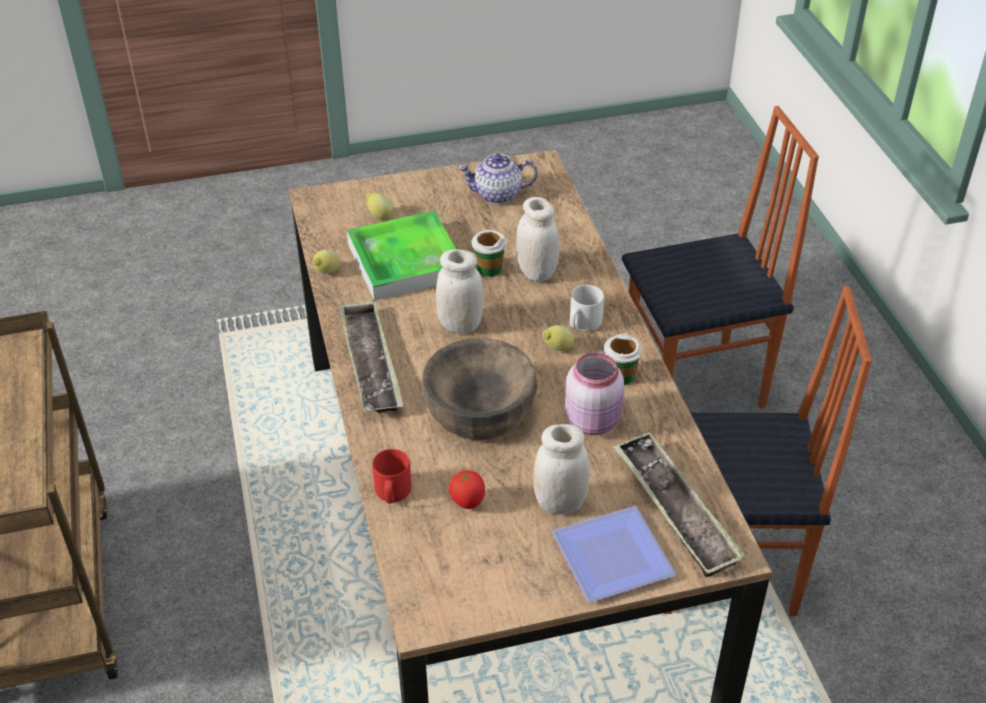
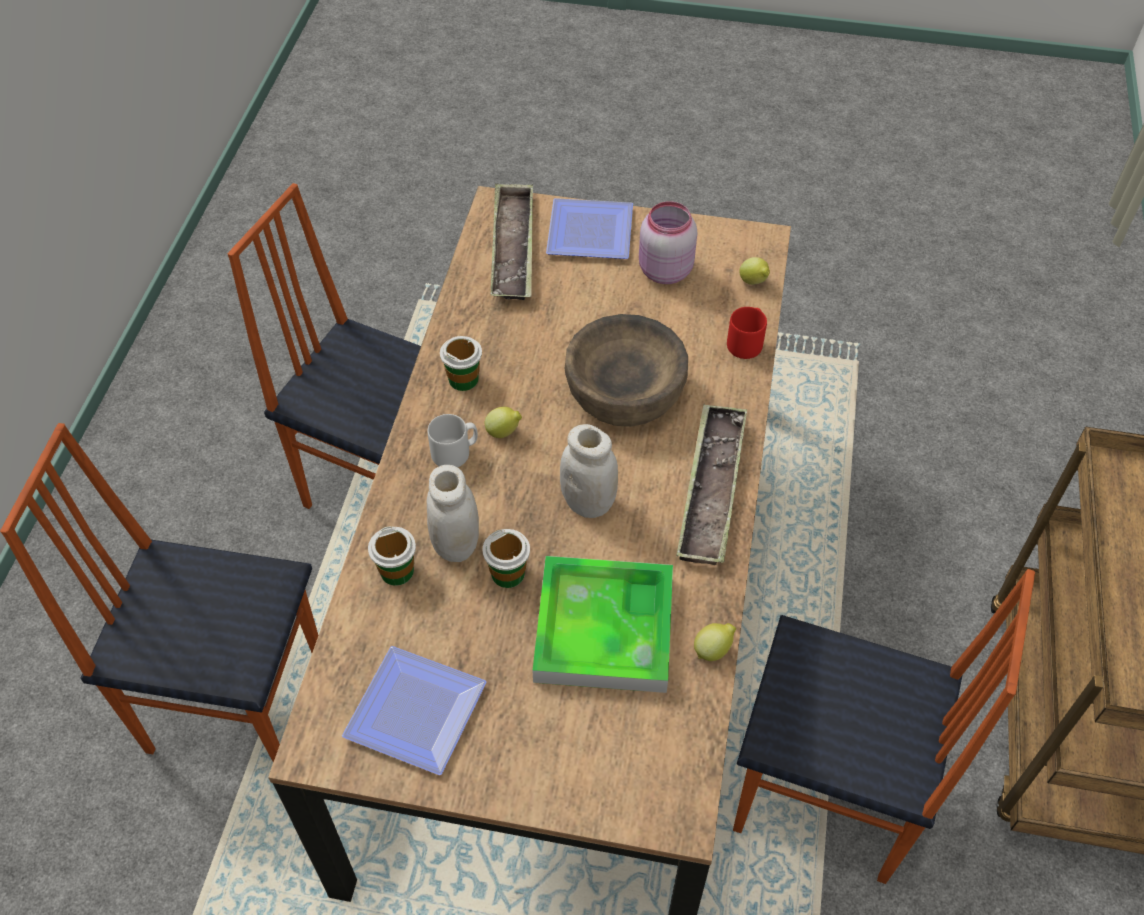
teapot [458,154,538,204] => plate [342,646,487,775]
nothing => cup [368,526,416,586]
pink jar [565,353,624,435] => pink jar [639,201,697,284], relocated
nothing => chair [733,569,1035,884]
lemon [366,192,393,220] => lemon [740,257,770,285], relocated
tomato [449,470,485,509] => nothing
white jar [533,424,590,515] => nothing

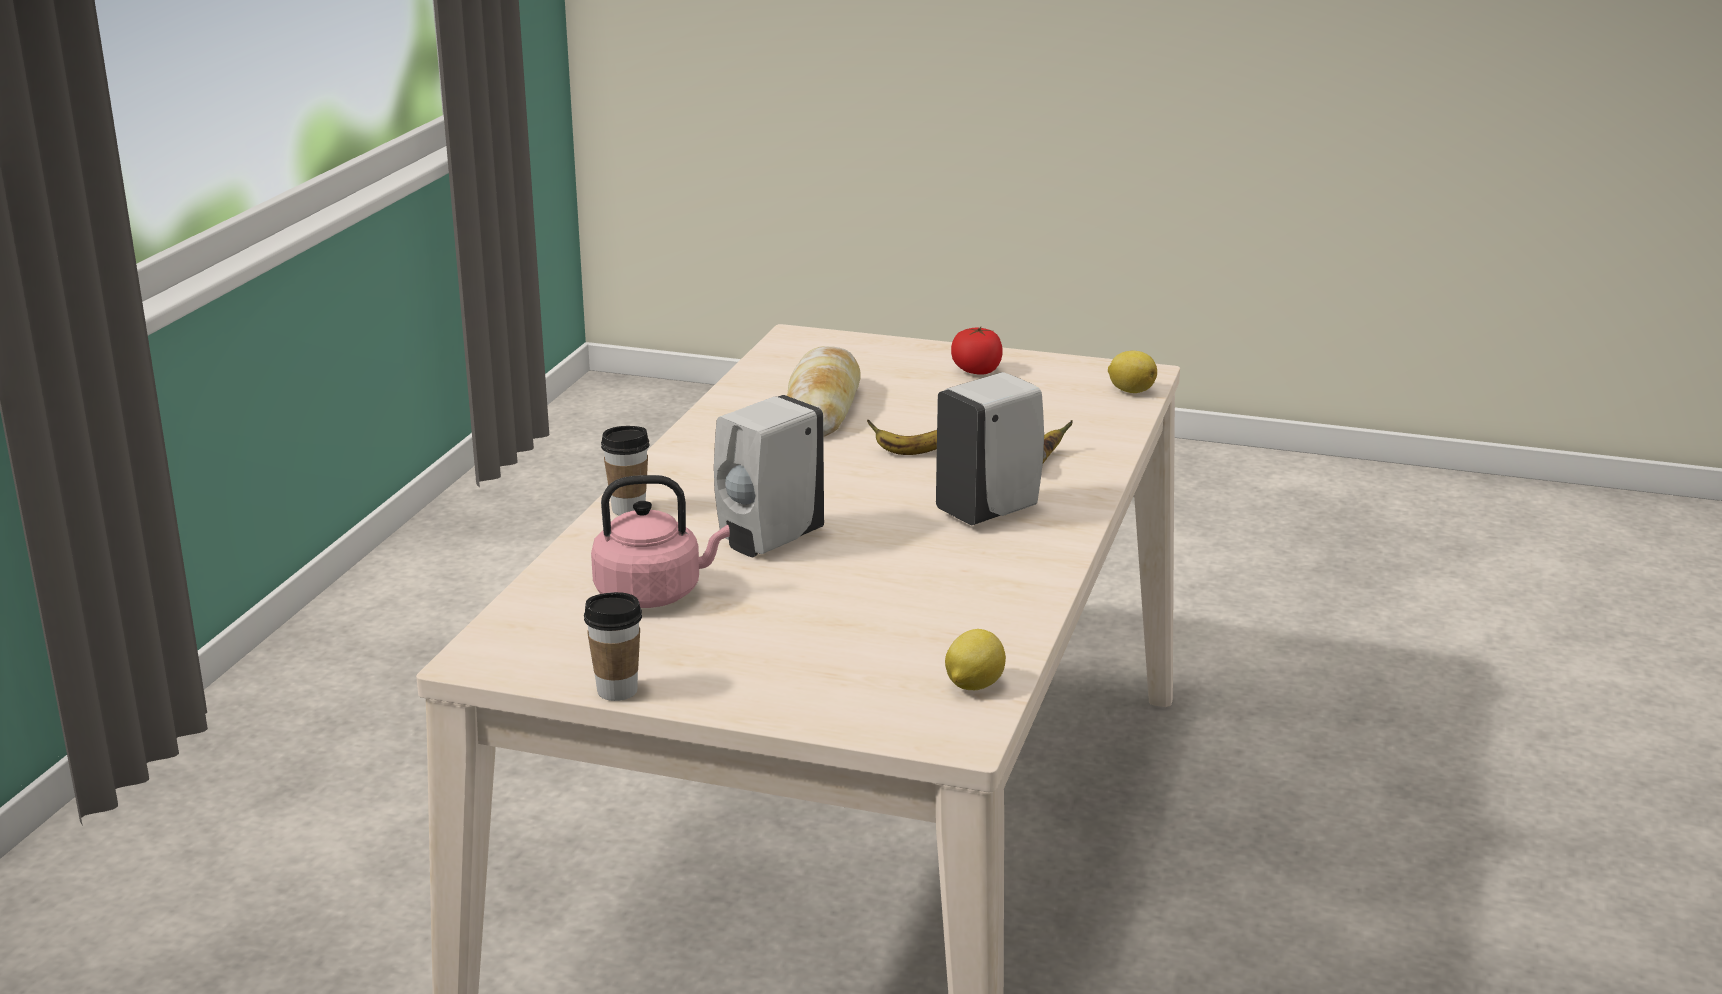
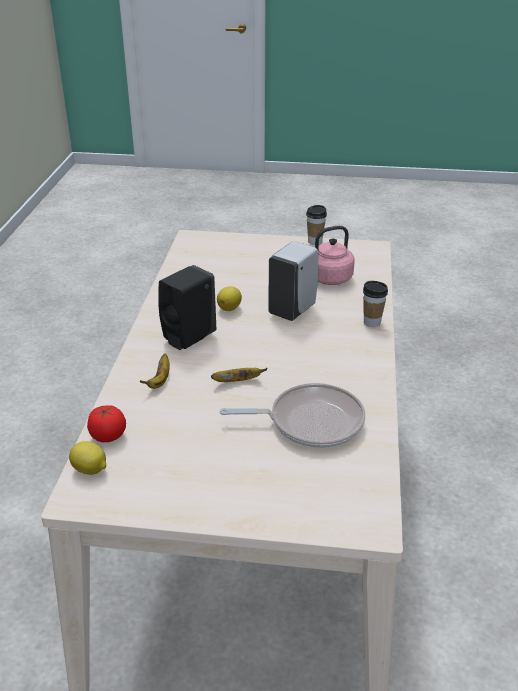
tomato [951,327,1003,375] => tomato [87,405,126,442], relocated
white soap dispenser [936,372,1044,525] => black soap dispenser [158,265,216,350]
lemon [945,629,1006,690] => lemon [217,286,242,311], relocated
bread [787,346,861,437] => frying pan [220,383,365,448]

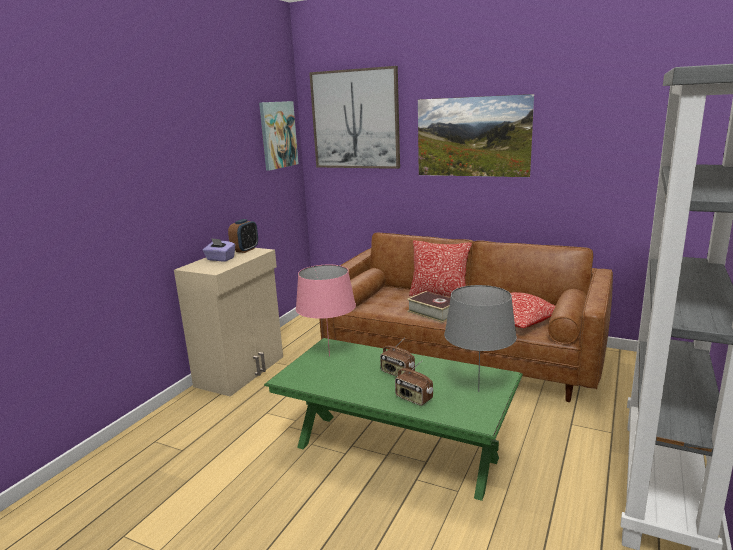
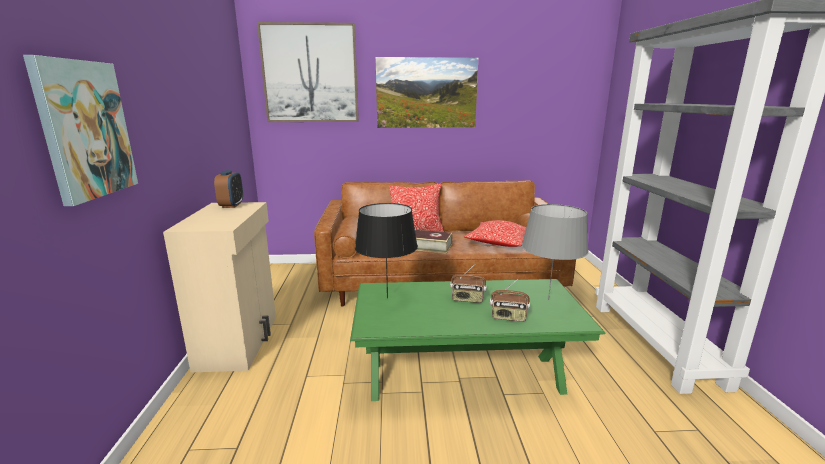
picture [259,101,299,171] => picture [23,55,138,206], relocated
pink table lamp [296,265,356,356] => black table lamp [355,203,418,298]
purple tissue box [203,238,235,262] => nothing

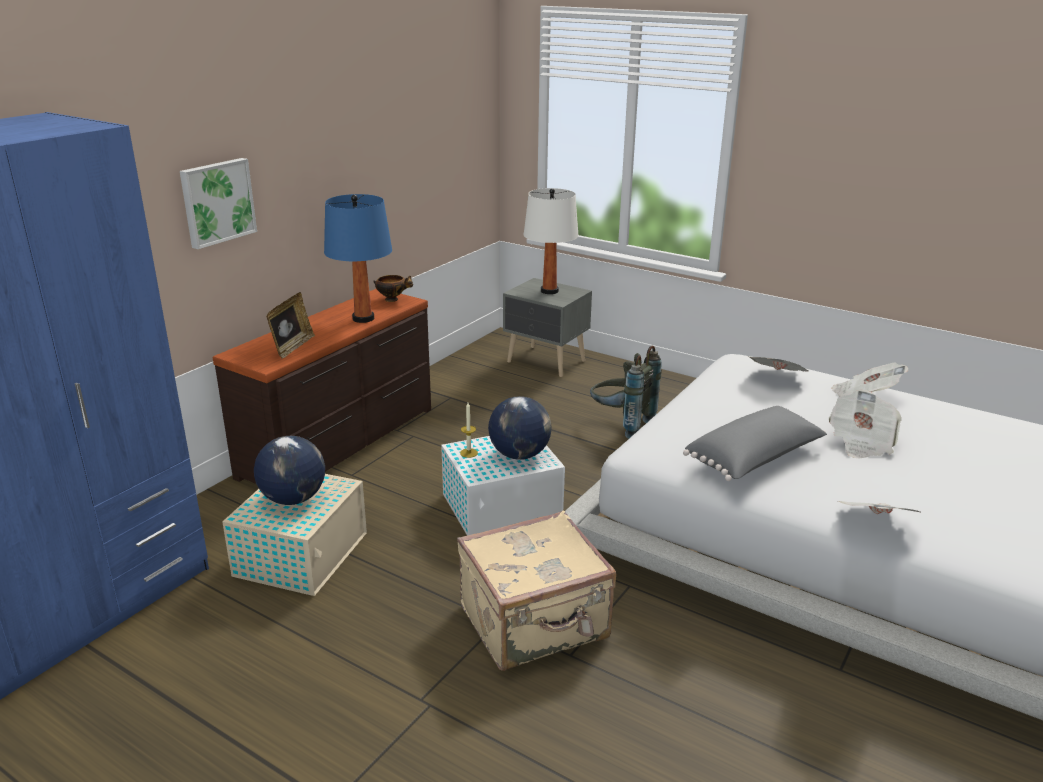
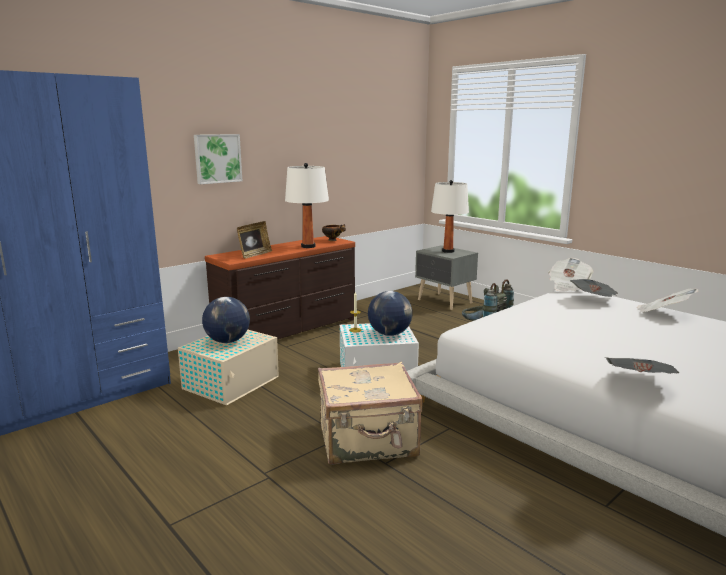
blue table lamp [324,194,392,323] => white table lamp [285,163,329,248]
newspaper [829,390,902,458] => newspaper [548,258,594,292], relocated
grey pillow [683,406,827,481] => nothing

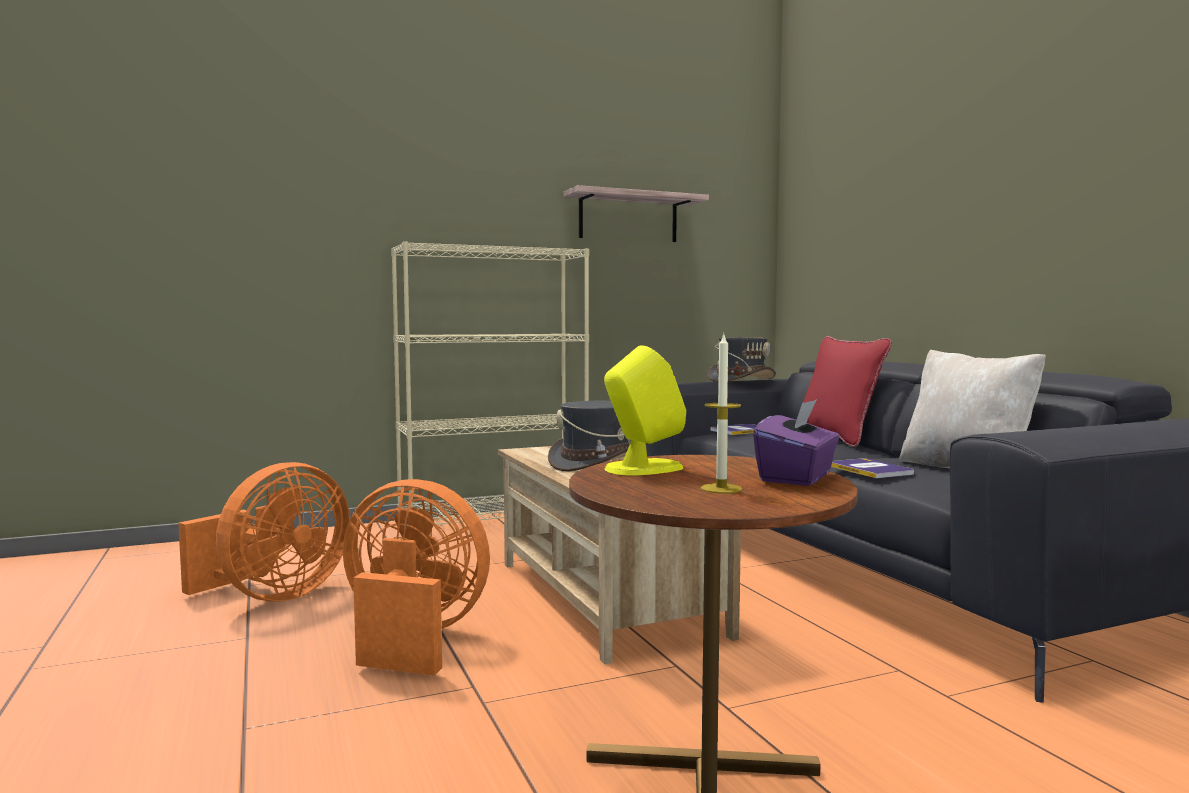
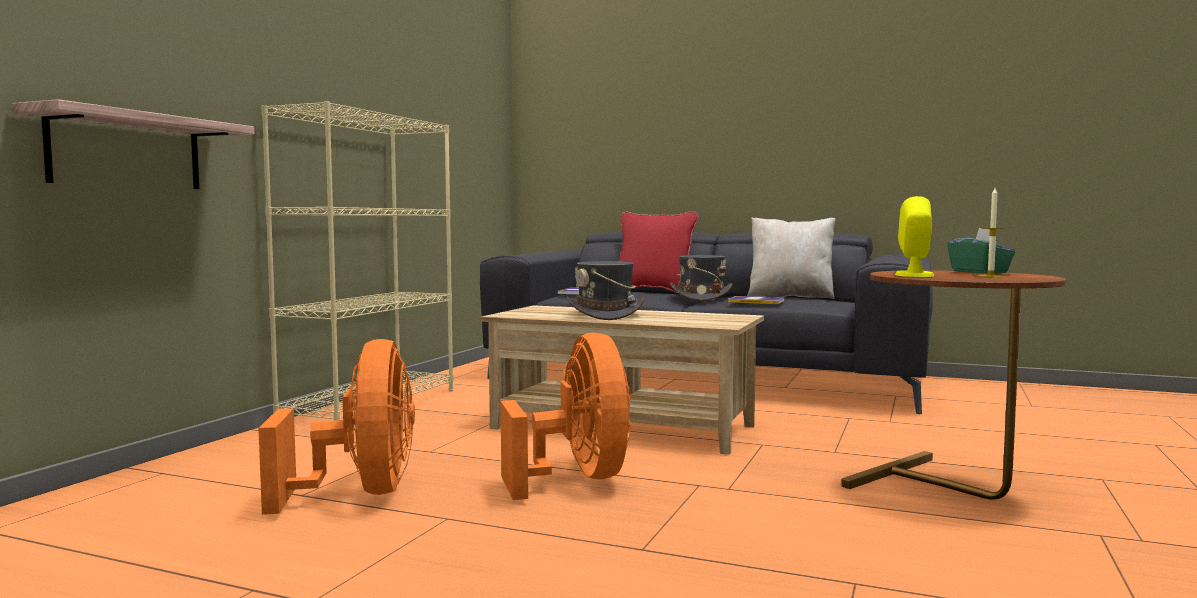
shelf [563,185,709,242] => shelf [12,99,255,189], relocated
orange fan [343,479,490,675] => orange fan [501,333,631,500], 105 degrees clockwise
grey hat [708,338,776,382] => grey hat [670,255,733,301], relocated
purple tissue box [753,399,840,486] => green tissue box [947,228,1015,274]

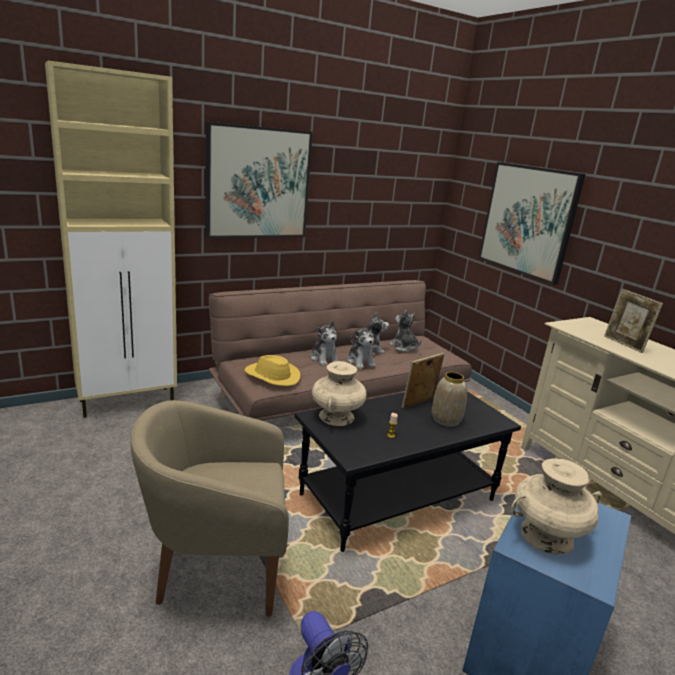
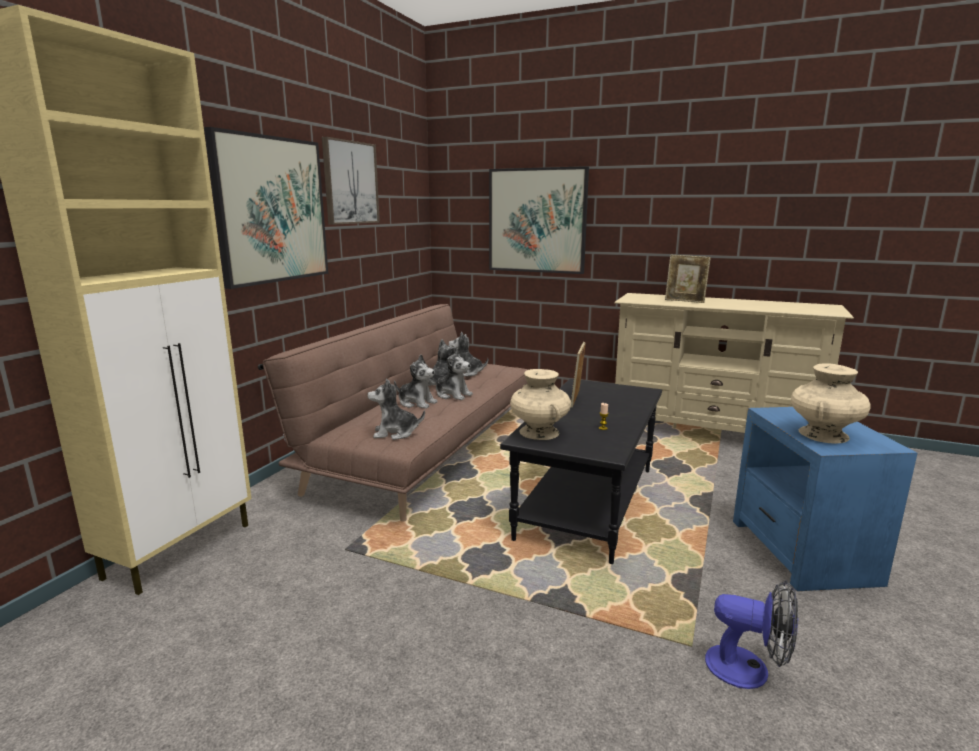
nothing => picture [322,137,380,225]
yellow hat [245,355,300,386] => plush toy [367,379,425,440]
beige armchair [131,400,289,617] => nothing
vase [432,372,467,427] => nothing

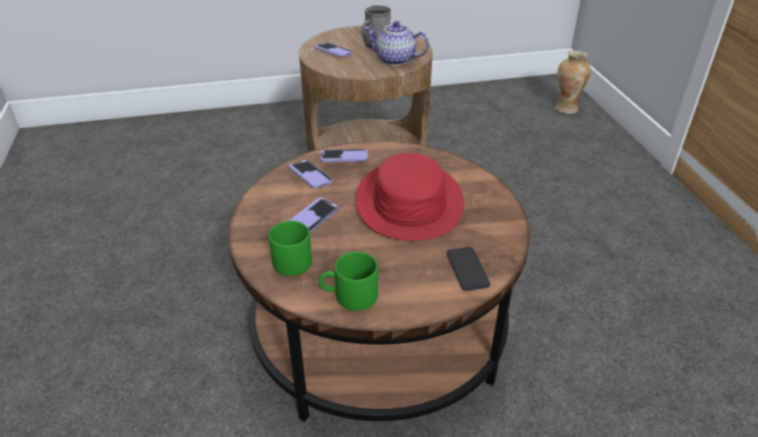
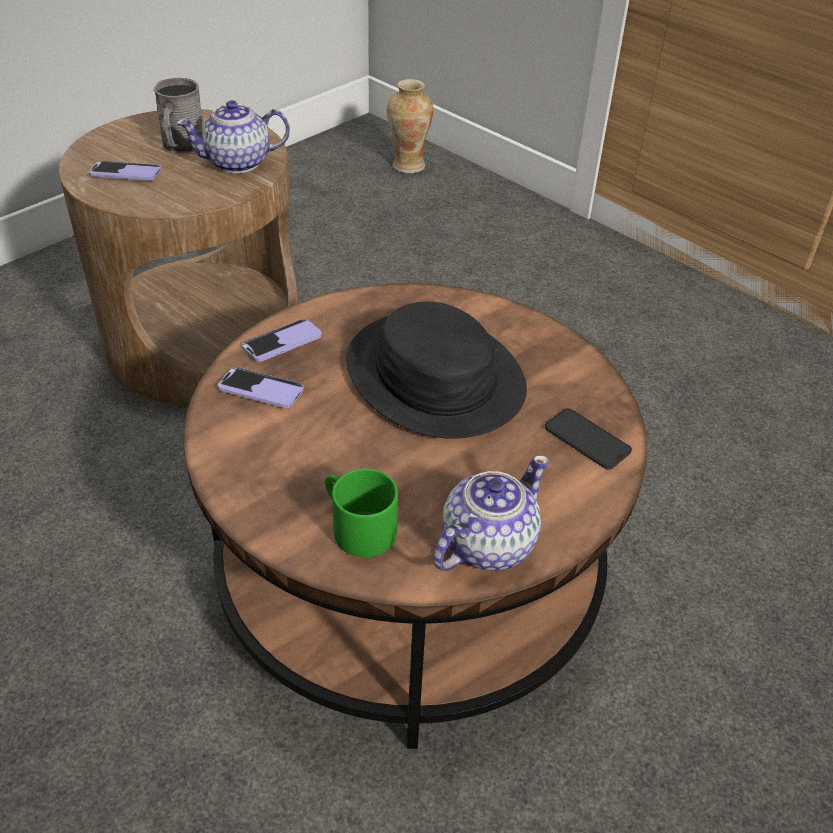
red hat [356,153,464,241] => black hat [346,301,527,439]
green mug [319,252,378,311] => teapot [433,455,549,571]
phone [289,198,338,233] => nothing

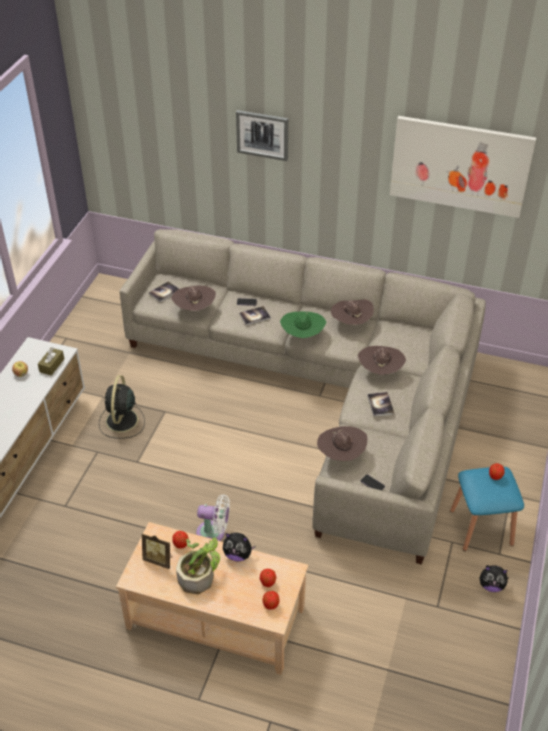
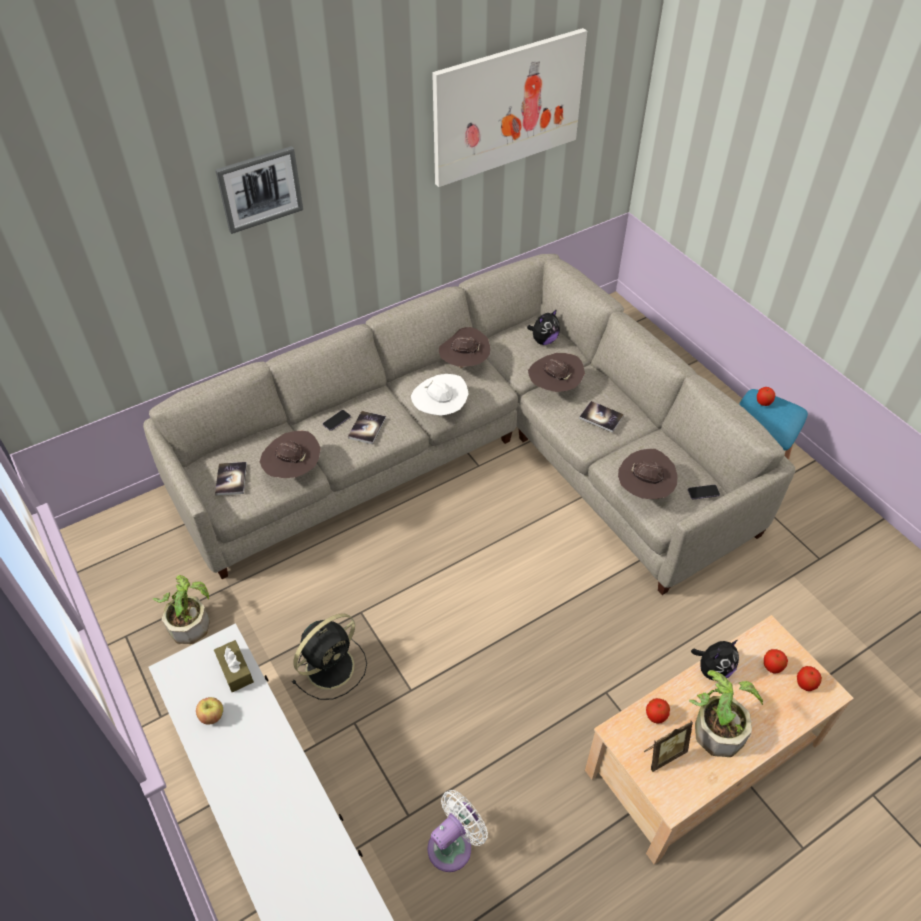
nothing => potted plant [153,575,210,644]
black fan [99,375,145,439] => black fan [292,613,367,700], 90 degrees counterclockwise
green hat [280,312,326,338] => white hat [411,374,469,416]
white fan [196,495,230,541] => white fan [428,790,488,872], relocated
plush toy [479,565,510,592] => plush toy [527,309,560,345], relocated

